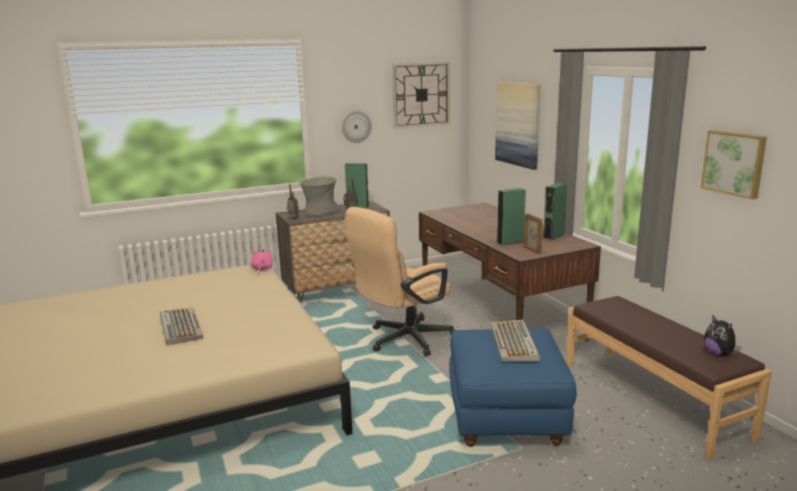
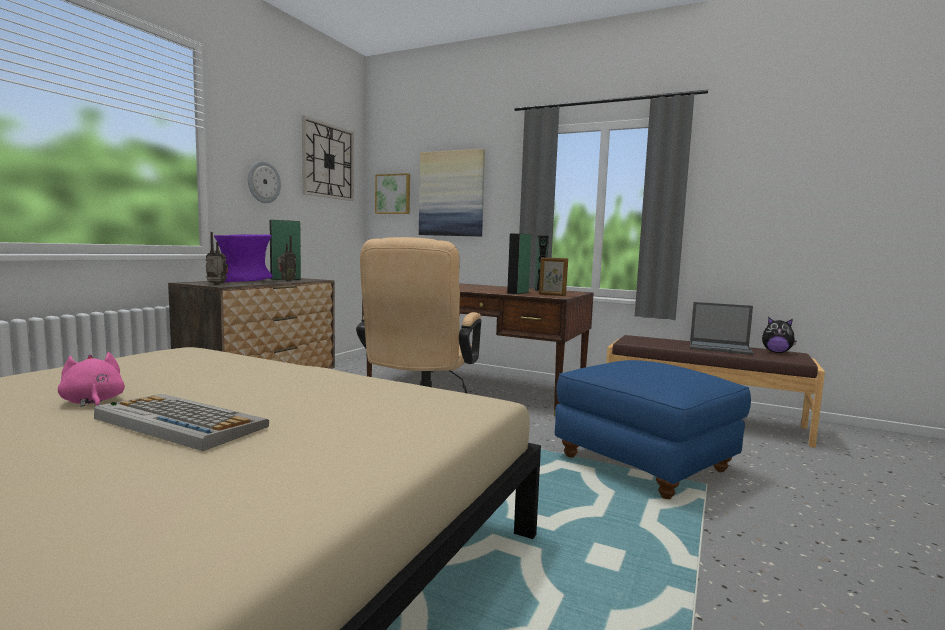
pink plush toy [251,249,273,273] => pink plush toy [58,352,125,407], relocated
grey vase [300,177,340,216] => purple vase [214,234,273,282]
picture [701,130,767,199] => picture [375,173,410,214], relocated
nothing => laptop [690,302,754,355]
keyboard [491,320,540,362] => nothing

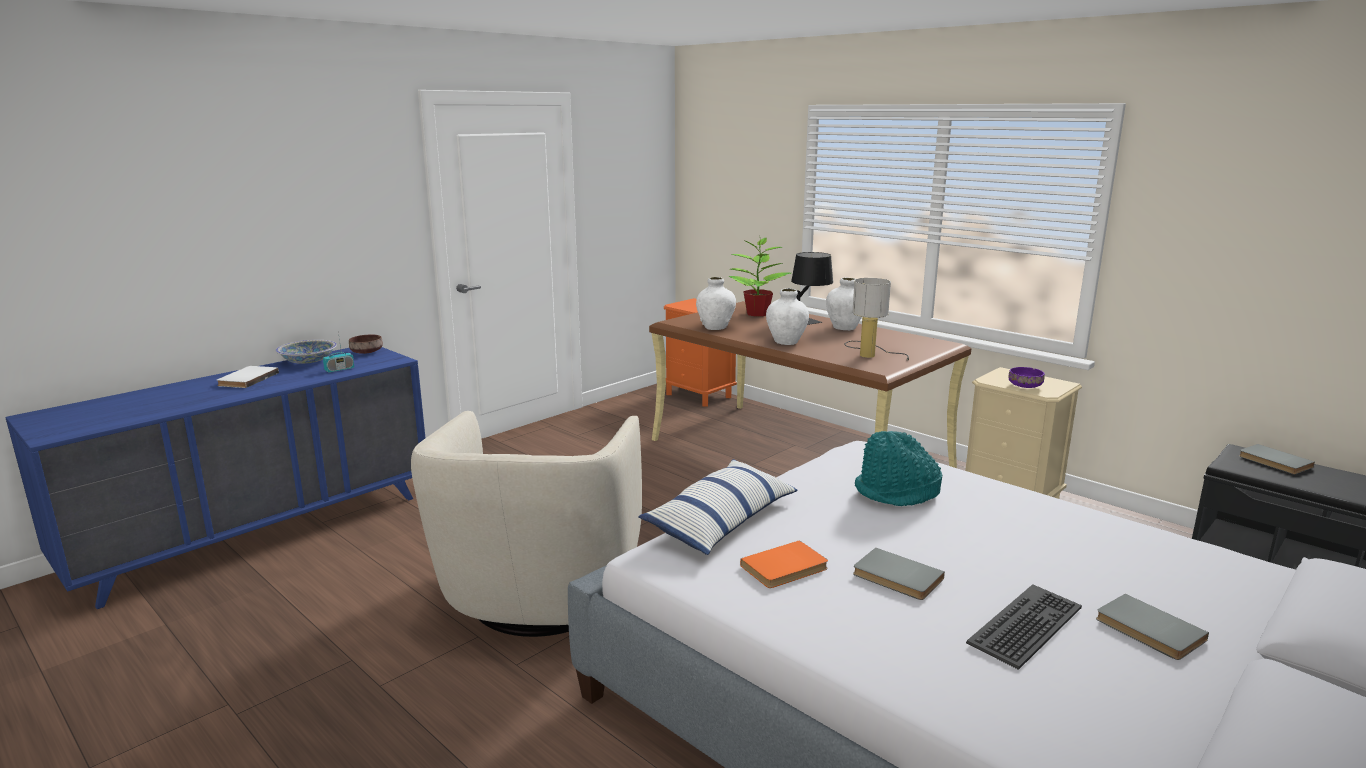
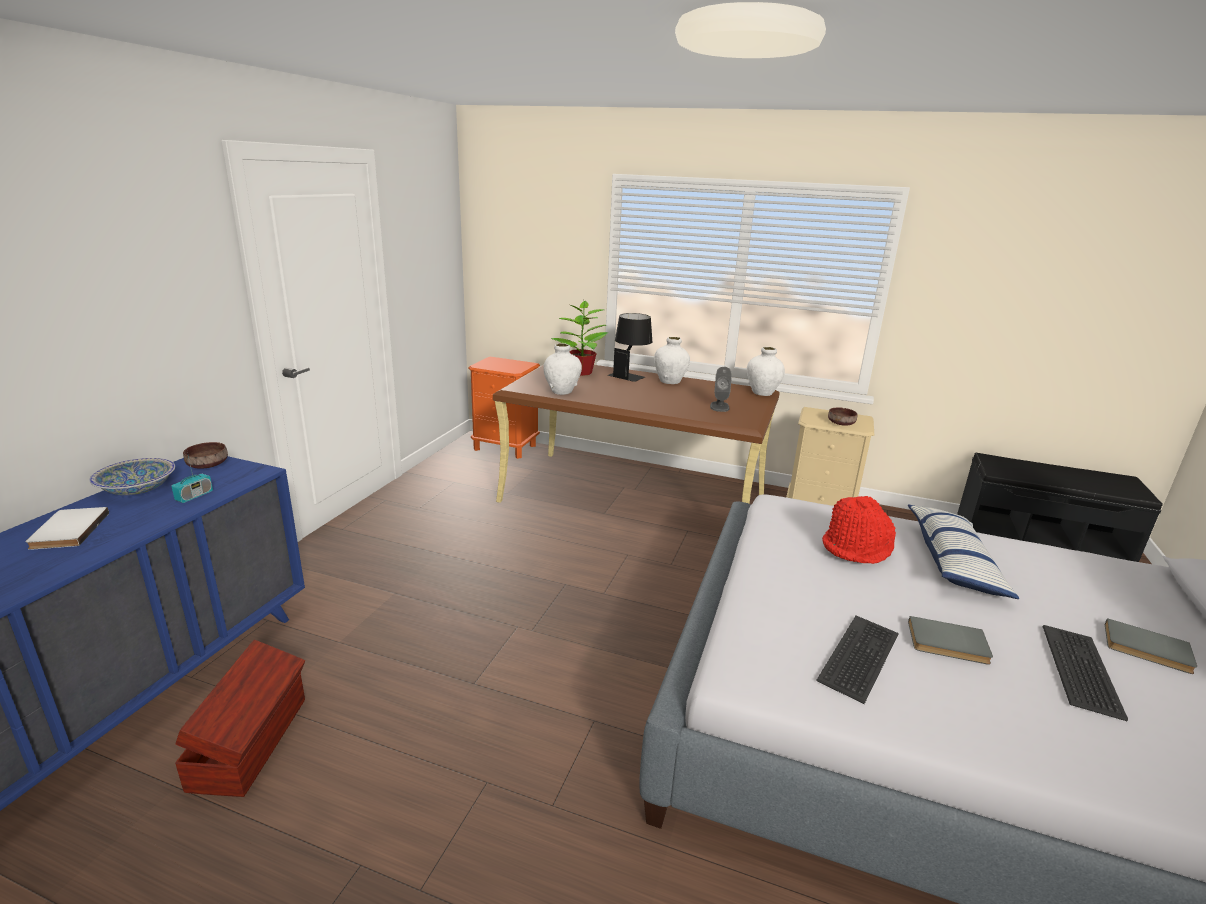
nothing => brown storage box [175,640,305,797]
table lamp [844,278,909,361] => grey speaker [710,367,732,412]
white vase [766,288,809,345] => white vase [747,347,785,396], relocated
orange book [740,540,828,588] => keyboard [816,616,898,704]
turquoise hat [855,431,942,506] => red hat [822,496,896,564]
purple bowl [1008,367,1045,388] => brown bowl [828,407,858,426]
pillow [638,459,798,555] => pillow [908,505,1019,599], relocated
beige armchair [411,411,642,637] => nothing
grey book [1239,444,1315,474] => nothing

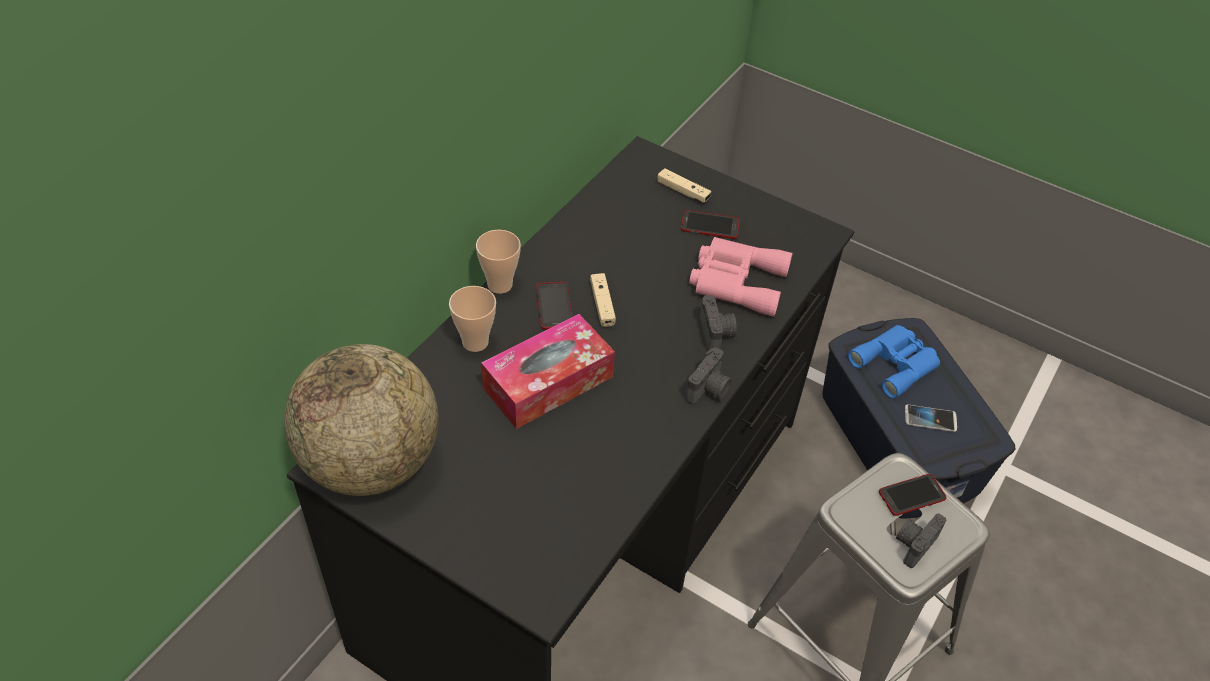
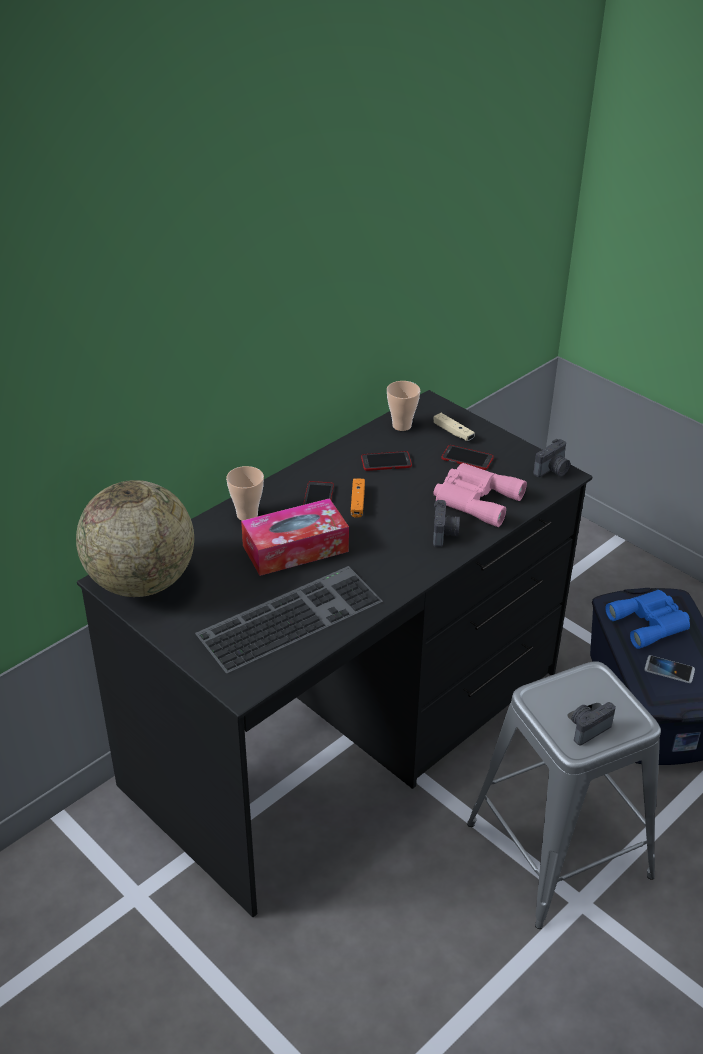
nothing => keyboard [195,566,383,673]
beige game controller [590,273,616,327] => orange game controller [351,478,365,518]
phone [879,474,947,516] => phone [361,451,412,471], relocated
cup [476,230,521,294] => cup [387,381,420,431], relocated
photo camera [685,348,732,405] => photo camera [533,439,570,477], relocated

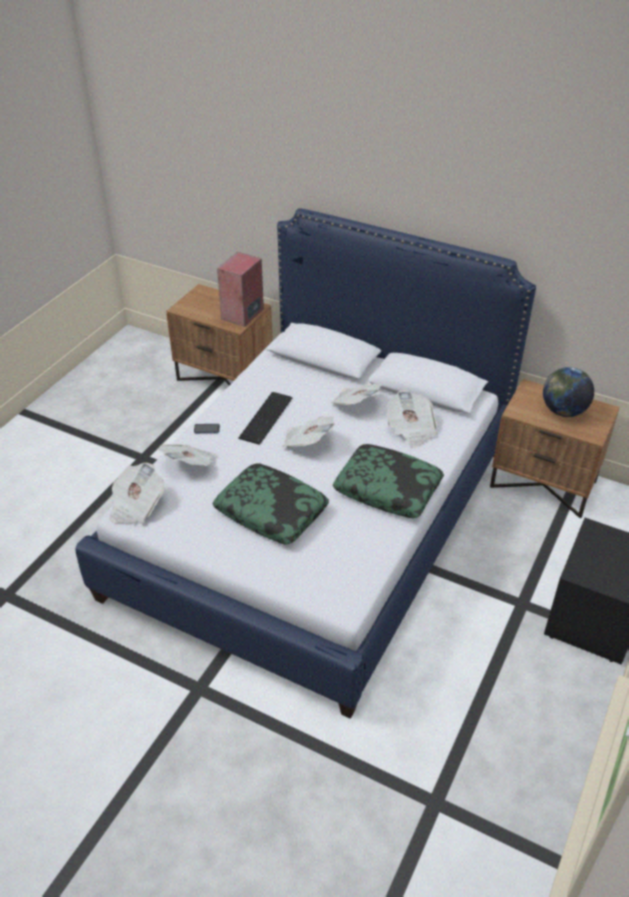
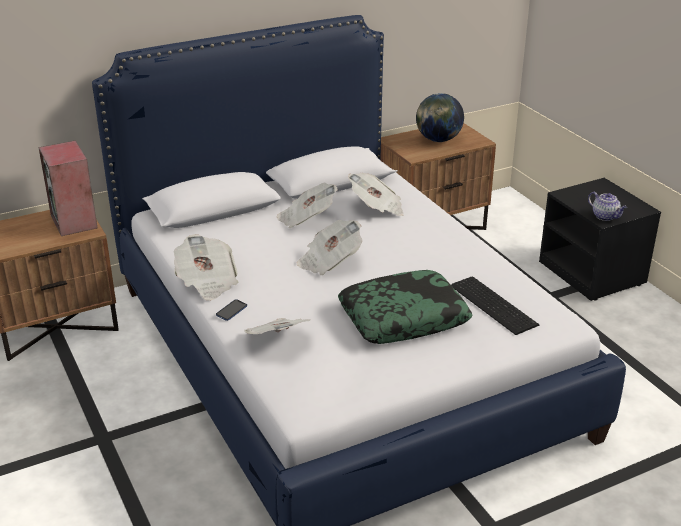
newspaper [109,463,164,524] => newspaper [174,234,239,301], relocated
keyboard [238,392,292,445] => keyboard [451,277,540,335], relocated
nothing => teapot [588,192,627,221]
pillow [333,444,444,518] => nothing

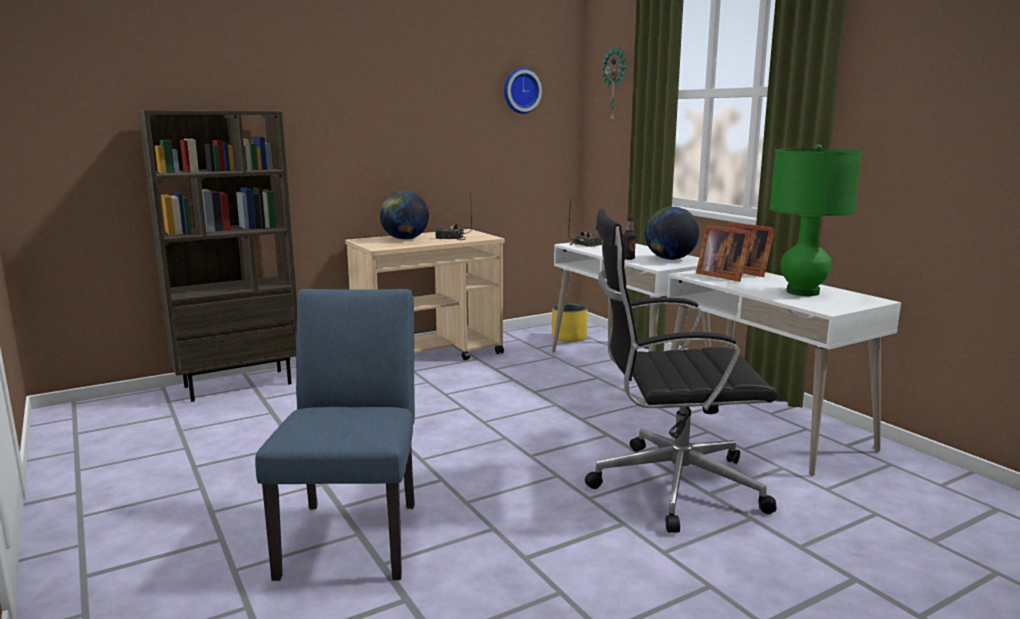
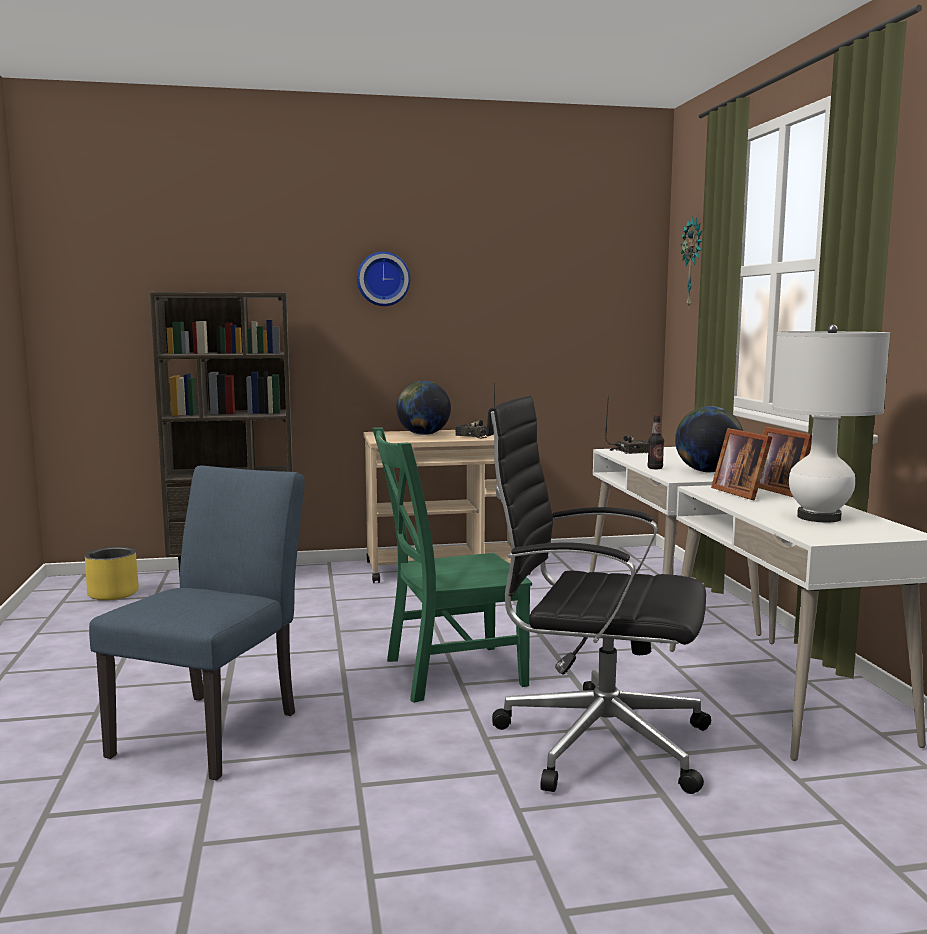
yellow planter [552,303,588,342] => yellow planter [85,547,139,600], relocated
wall clock [504,68,542,114] => wall clock [357,252,410,306], relocated
nothing => green chair [372,428,532,703]
green table lamp [770,144,862,296] => white table lamp [772,324,890,523]

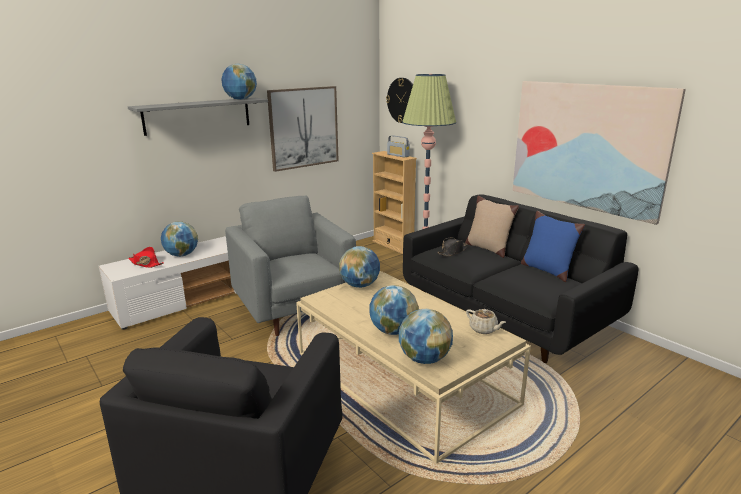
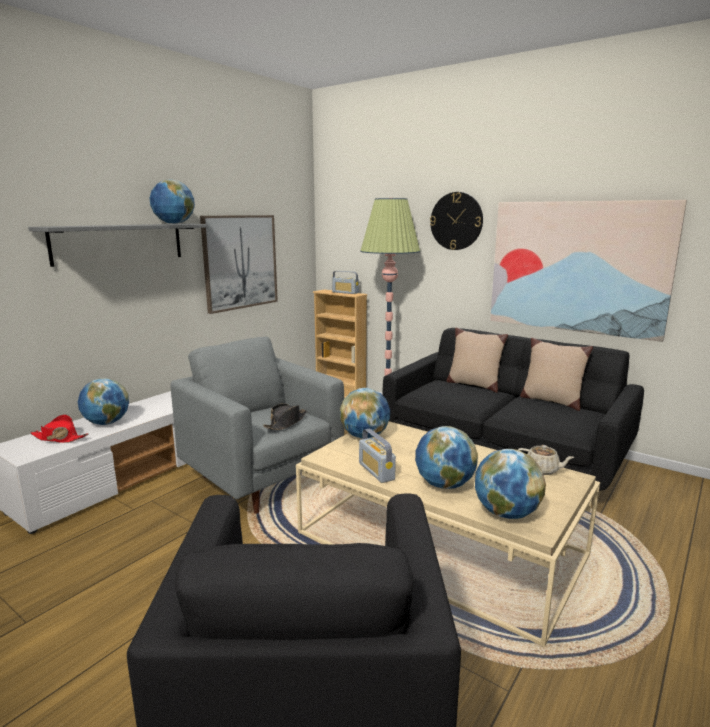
black hat [437,238,468,256] => black hat [263,403,307,430], relocated
nothing => radio [359,428,396,483]
wall clock [386,78,413,123] => wall clock [430,192,483,250], relocated
blue pillow [521,211,585,282] => beige pillow [520,338,593,411]

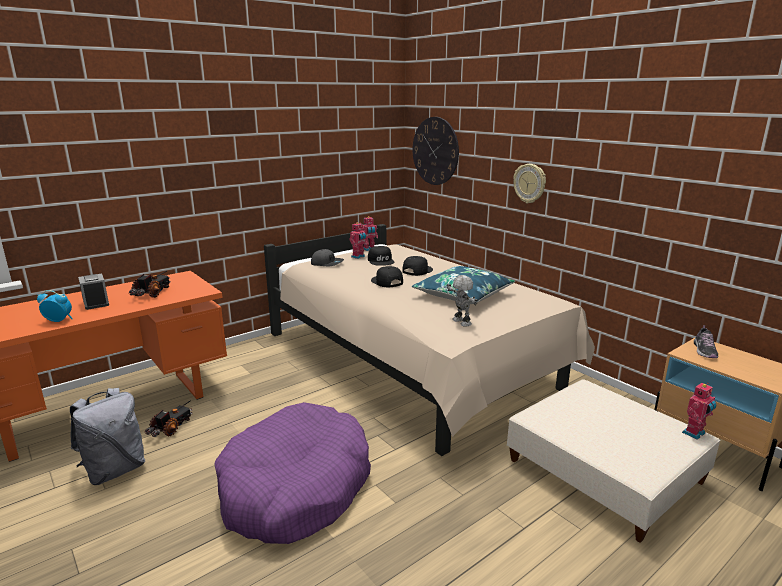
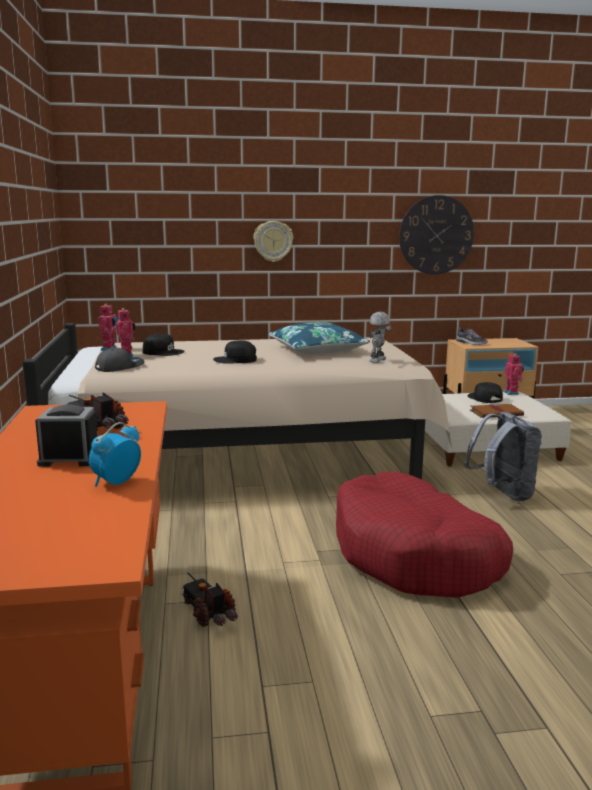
purple dog bed [214,402,371,544] => red dog bed [336,471,513,598]
toy robot [447,275,478,327] => toy robot [369,312,391,363], 60 degrees counterclockwise
wall clock [413,117,459,185] => wall clock [399,195,474,275], relocated
grey backpack [70,388,145,485] => grey backpack [464,412,542,502], relocated
black cap [402,256,433,276] => black cap [468,382,503,403], relocated
nothing => brown book [470,403,524,418]

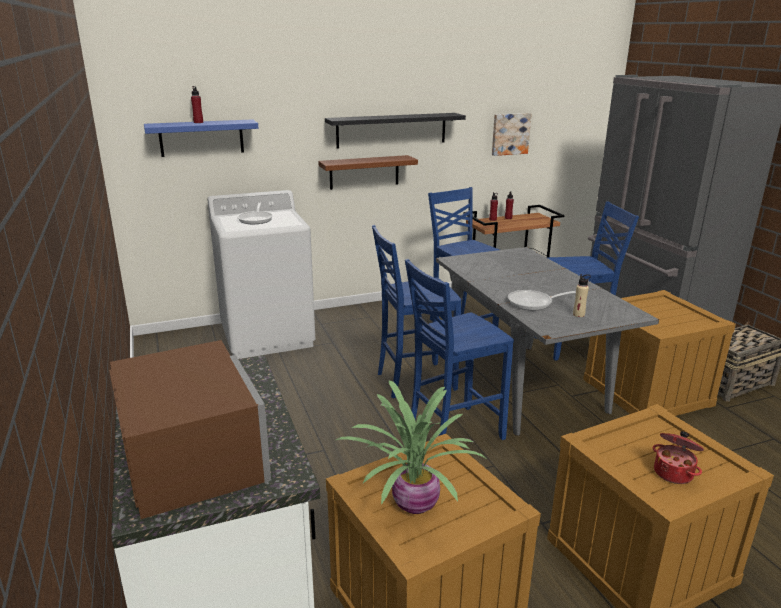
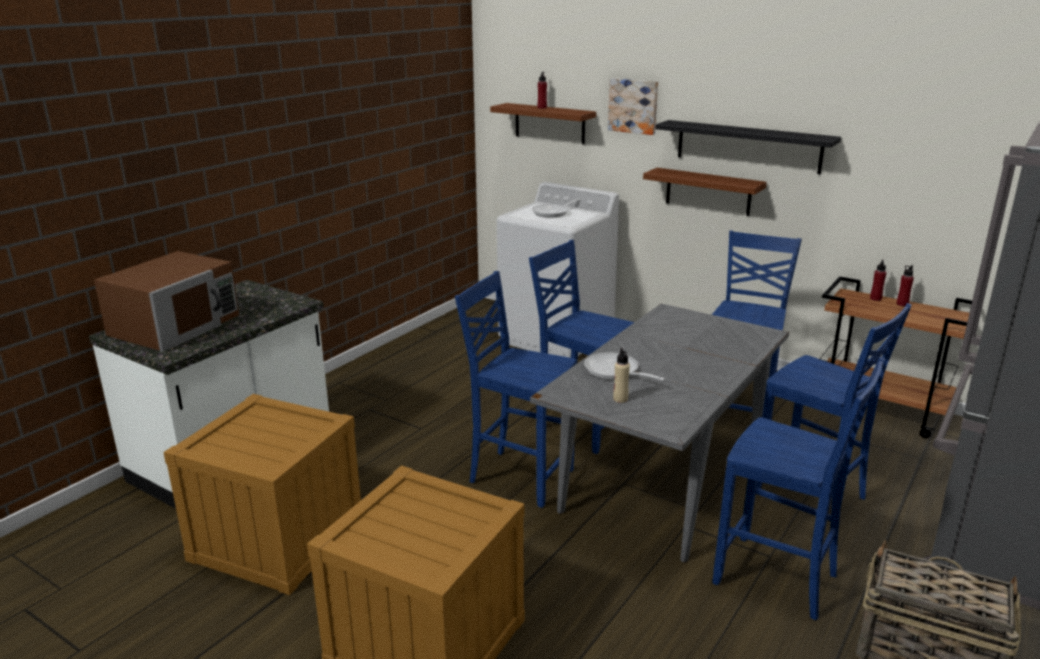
blue shelf [144,119,258,157] => brown shelf [490,103,596,144]
picture [492,113,532,156] => picture [608,78,658,135], relocated
crate [583,290,736,416] => blue chair [712,357,885,620]
potted plant [336,380,487,514] => nothing
cooking pot [653,431,704,484] => nothing

